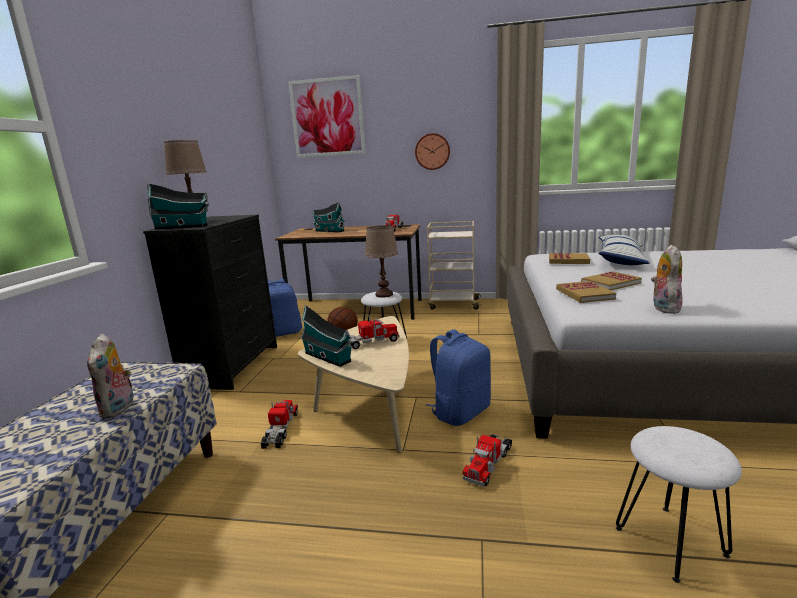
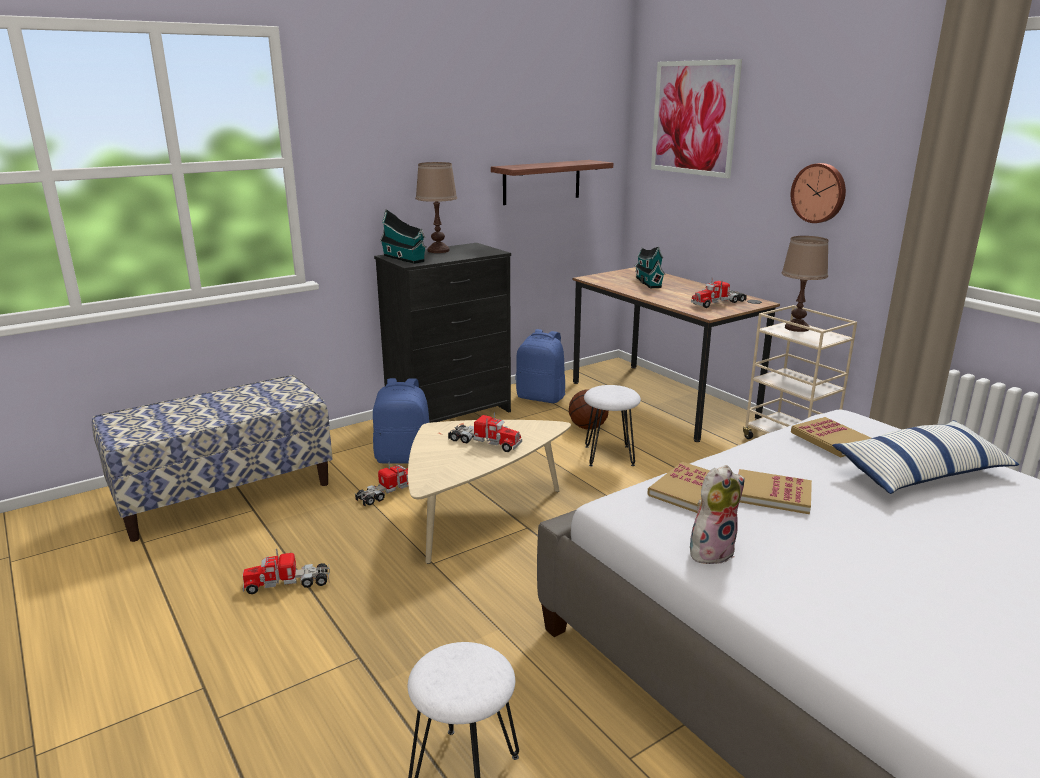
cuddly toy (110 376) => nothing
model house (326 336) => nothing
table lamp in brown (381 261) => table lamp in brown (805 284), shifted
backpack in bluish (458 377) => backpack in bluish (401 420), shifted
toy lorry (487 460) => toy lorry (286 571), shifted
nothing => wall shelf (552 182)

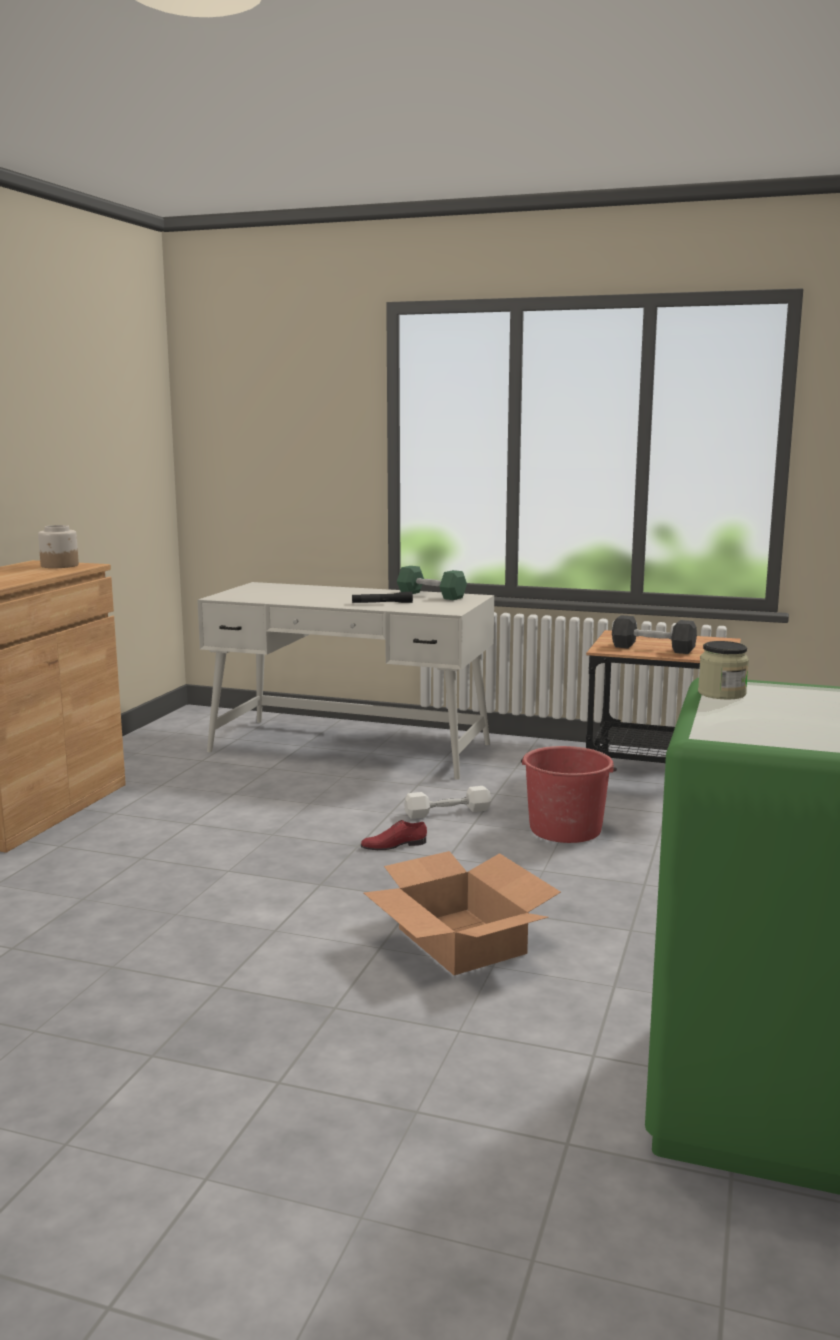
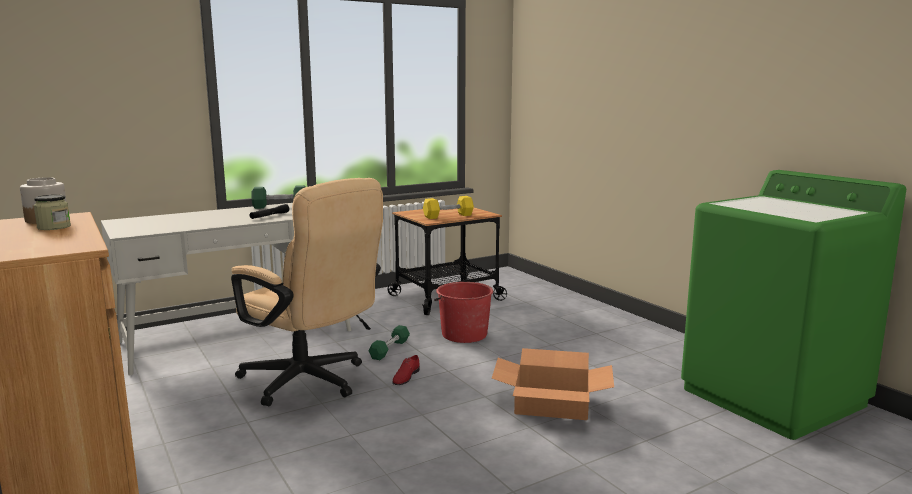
free weight in whitish (447 802) => free weight in green-coloured (389 342)
free weight in black (654 634) => free weight in yellow (448 207)
jar (723 670) => jar (52 212), shifted
nothing => desk chair in beige-coloured (307 292)

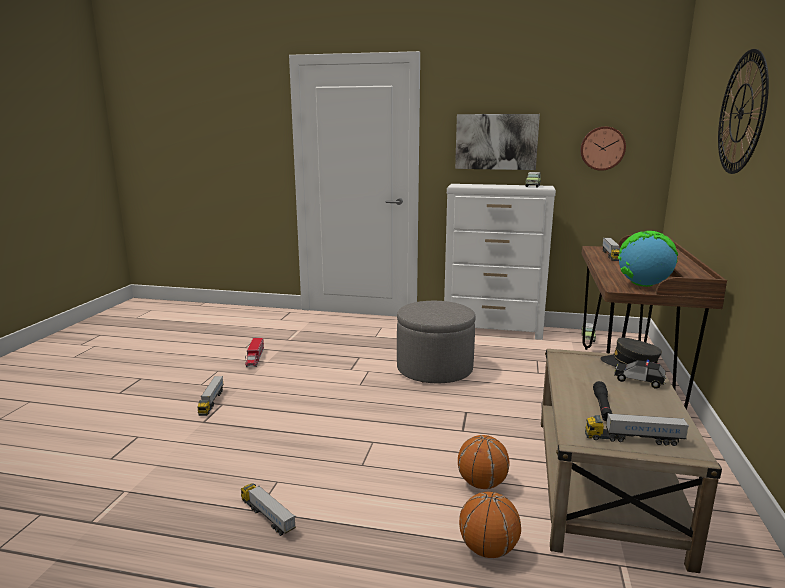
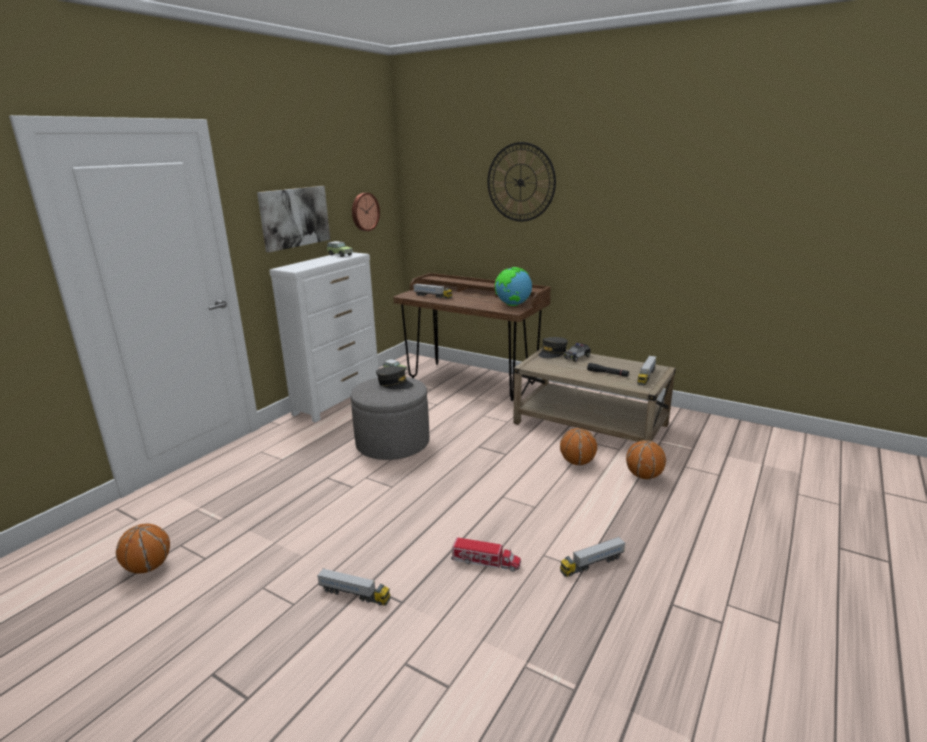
toy lorry (254 352) => toy lorry (486 554), shifted
nothing => ball for basketball (143 548)
nothing => baseball cap in greyish (394 377)

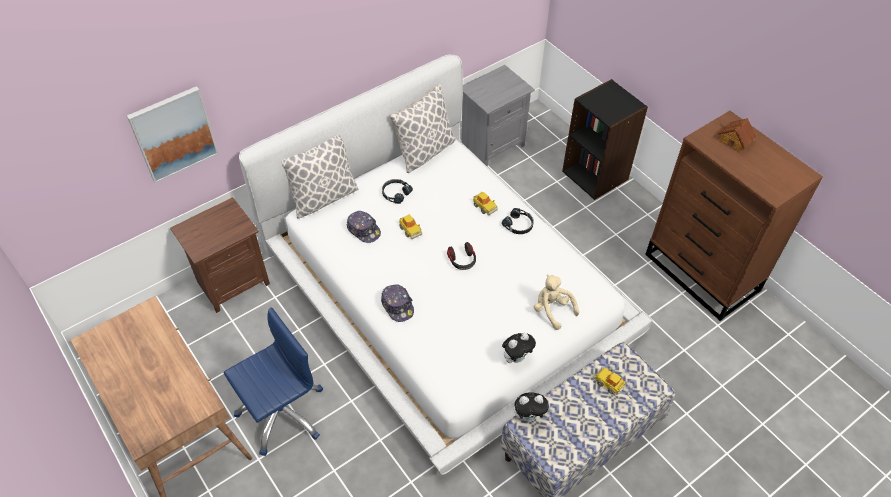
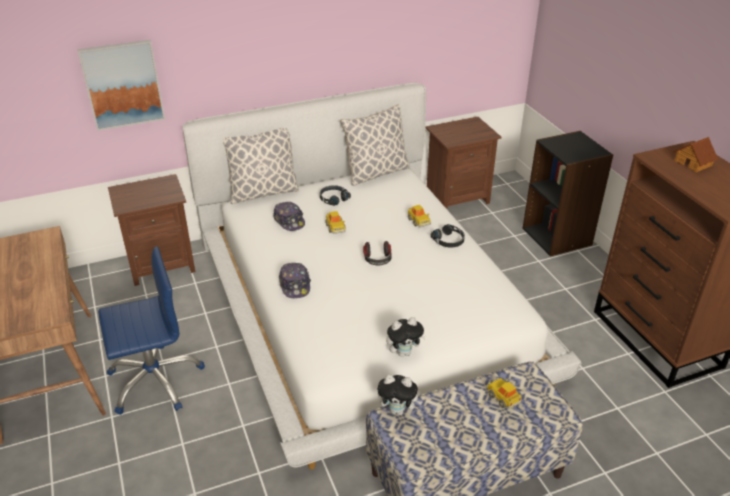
night table in greyish (498 115) => night table in brown (463 163)
cuddly toy in beige-coloured (556 302) => nothing

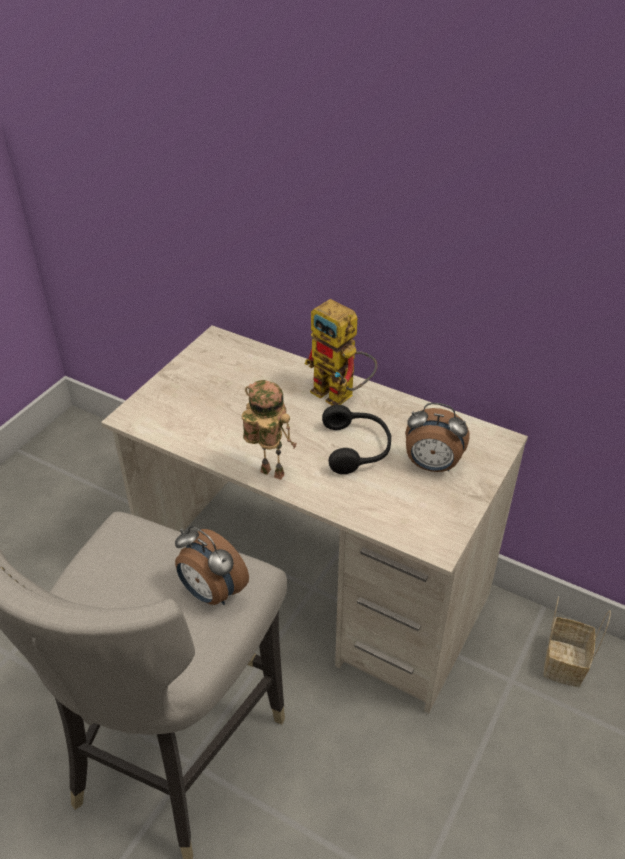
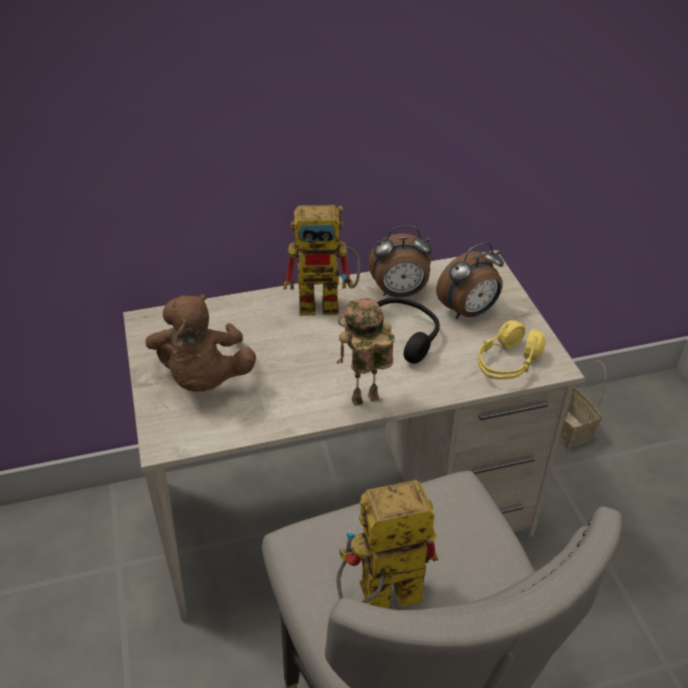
table clock (212 565) => table clock (400 261), shifted
nothing => cuddly toy in brown (201 343)
nothing => robot figure (387 544)
nothing => pair of headphones in yellow (511 350)

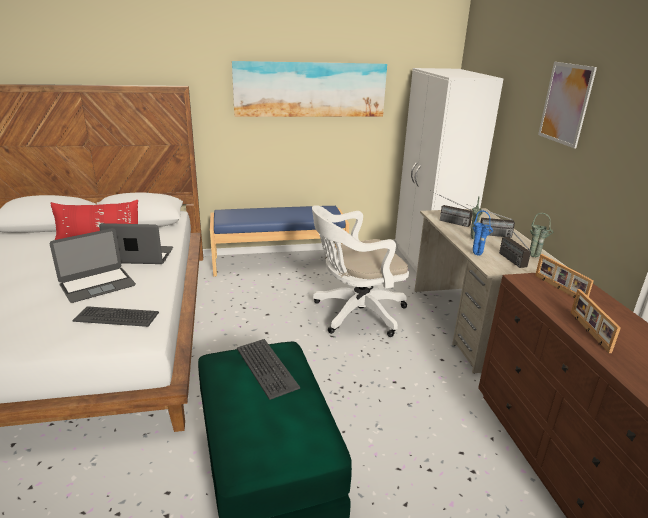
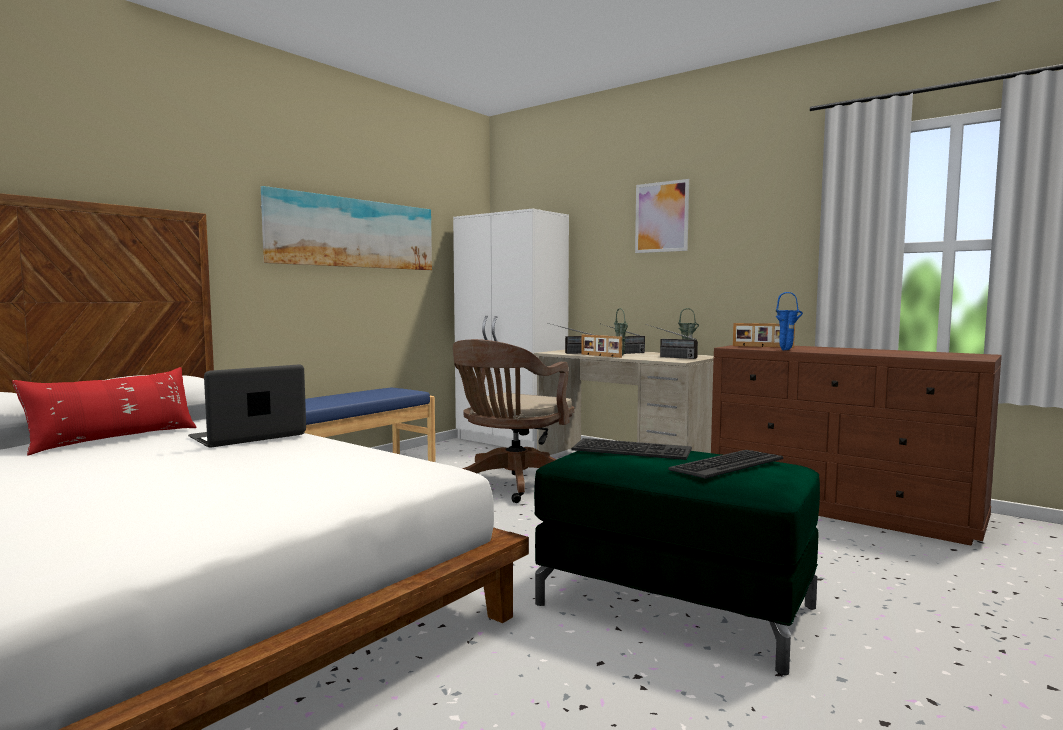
laptop (93 265) => nothing
PC keyboard (116 316) => PC keyboard (725 464), shifted
desk chair in whitish (360 271) => desk chair in brown (514 421)
flower vase in bluish (483 233) => flower vase in bluish (789 321), shifted
standing frame (596 321) => standing frame (601 346), shifted

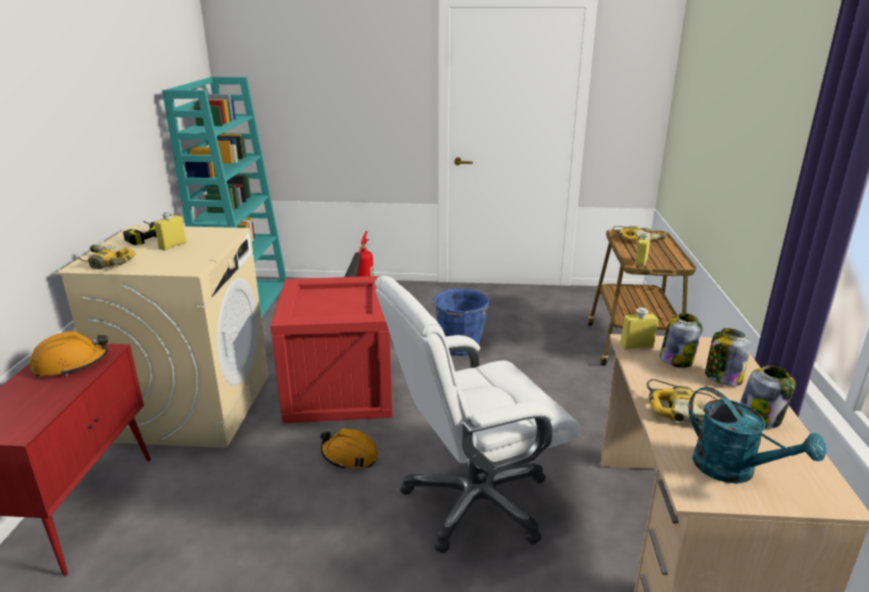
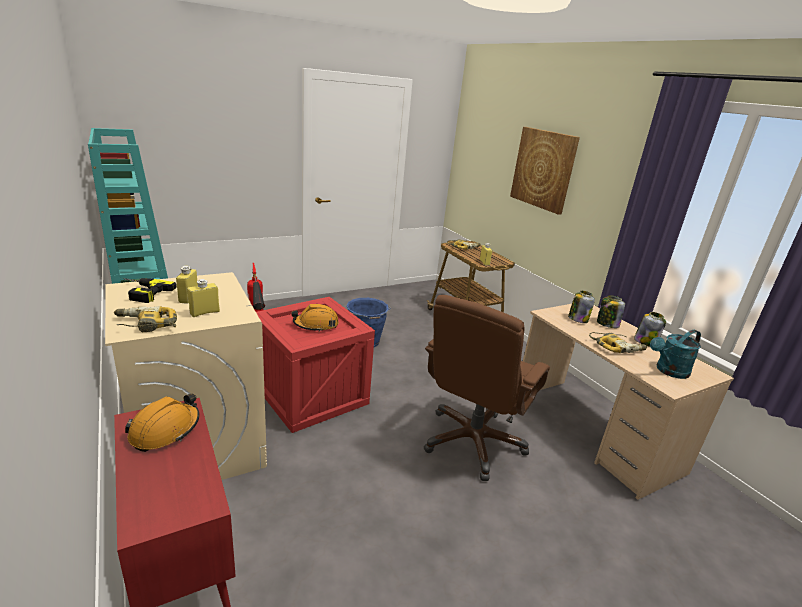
hard hat in orange-coloured (349 448) => hard hat in orange-coloured (315 318), shifted
desk chair in whitish (478 415) => desk chair in brown (487 388)
drink bottle in yellow (639 329) => drink bottle in yellow (203 298), shifted
sprinkling can in turquoise-coloured (757 435) => sprinkling can in turquoise-coloured (675 354), 135 degrees clockwise
nothing => wall art (545 171)

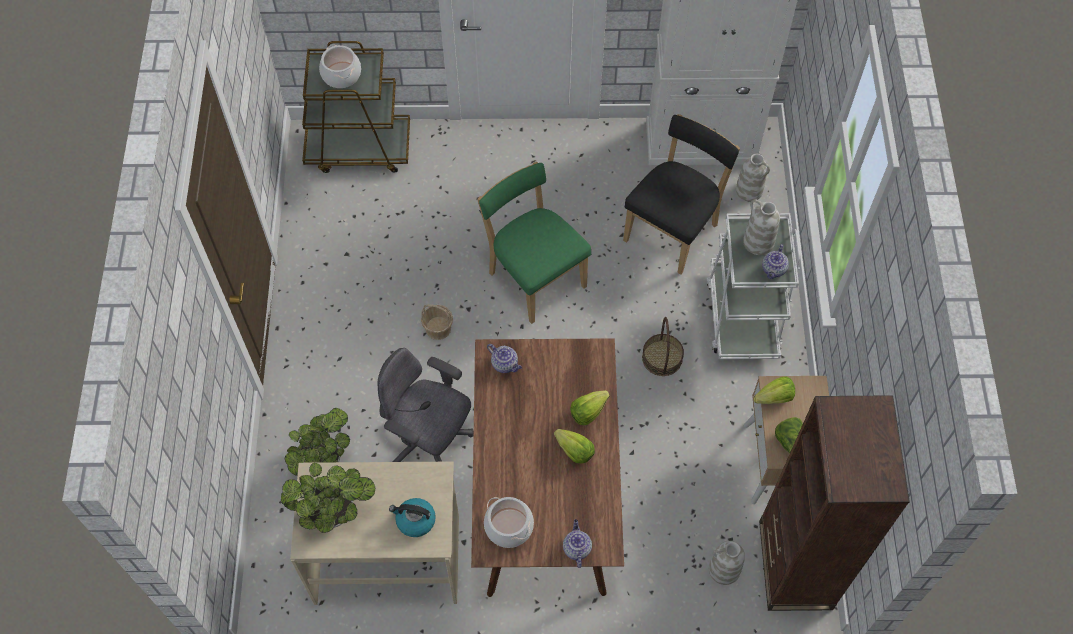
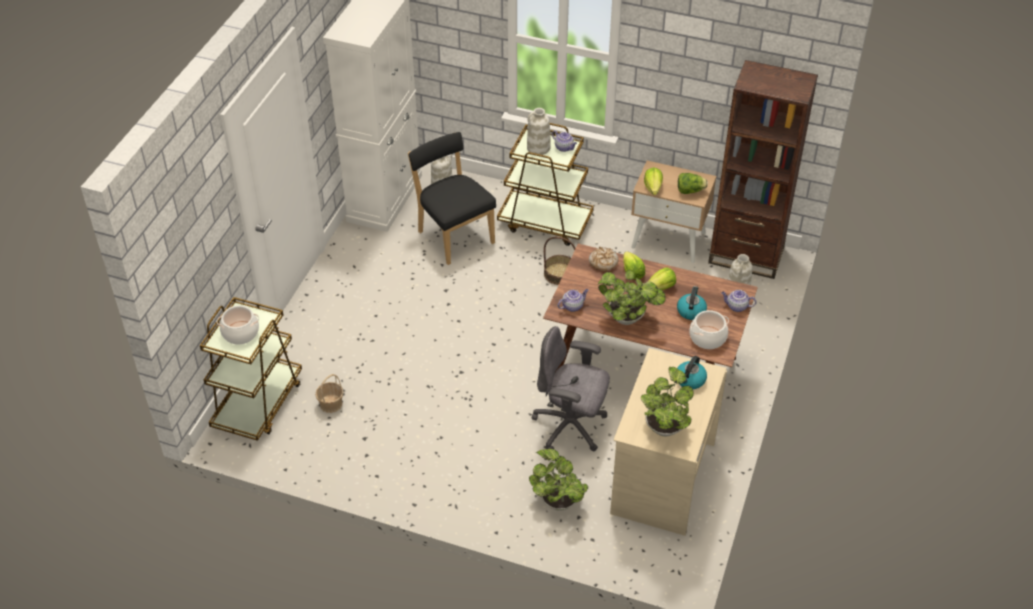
desk chair in greyish (426 405) => desk chair in greyish (570 388), 60 degrees clockwise
storage basket (437 322) => storage basket (329 393), shifted
upright chair in green-coloured (534 243) => nothing
trolley in whitish (753 286) => trolley in brown (545 184)
nothing => bread (604 259)
nothing => plant in a pot (632 297)
nothing => kettle (692 303)

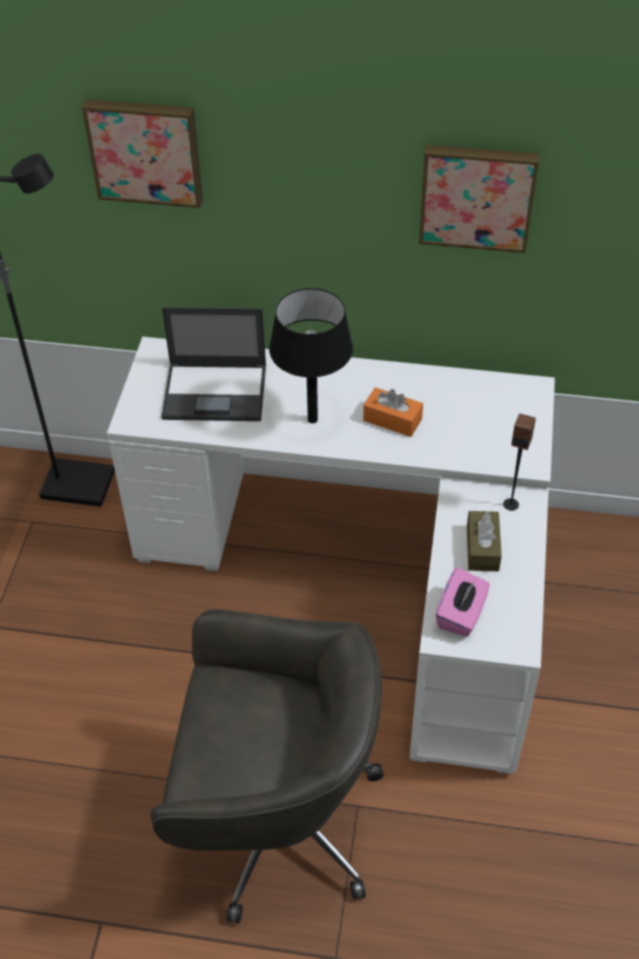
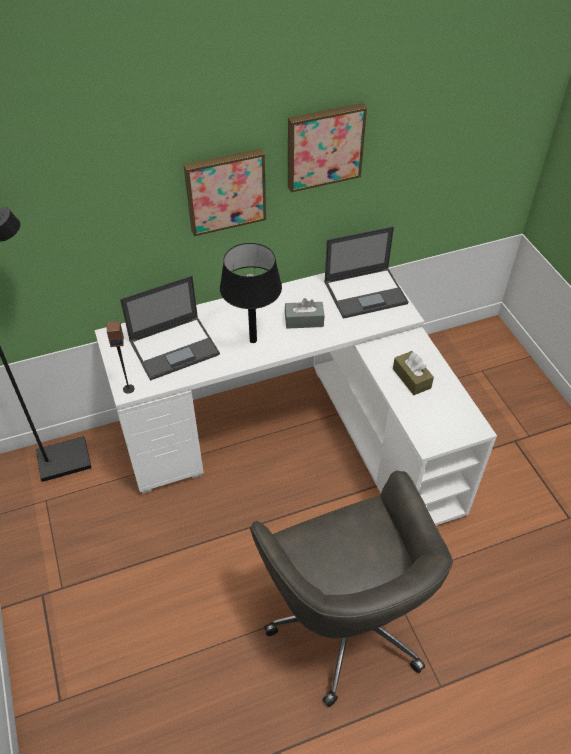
wall art (142 153) => wall art (224 192), shifted
desk chair in greyish (267 766) => desk chair in greyish (351 588), 90 degrees clockwise
tissue box in orange-coloured (393 412) => tissue box in greyish (305 313)
tissue box in pink-coloured (463 602) => nothing
audio speaker (519 462) => audio speaker (121 357), shifted
nothing => laptop (366 272)

